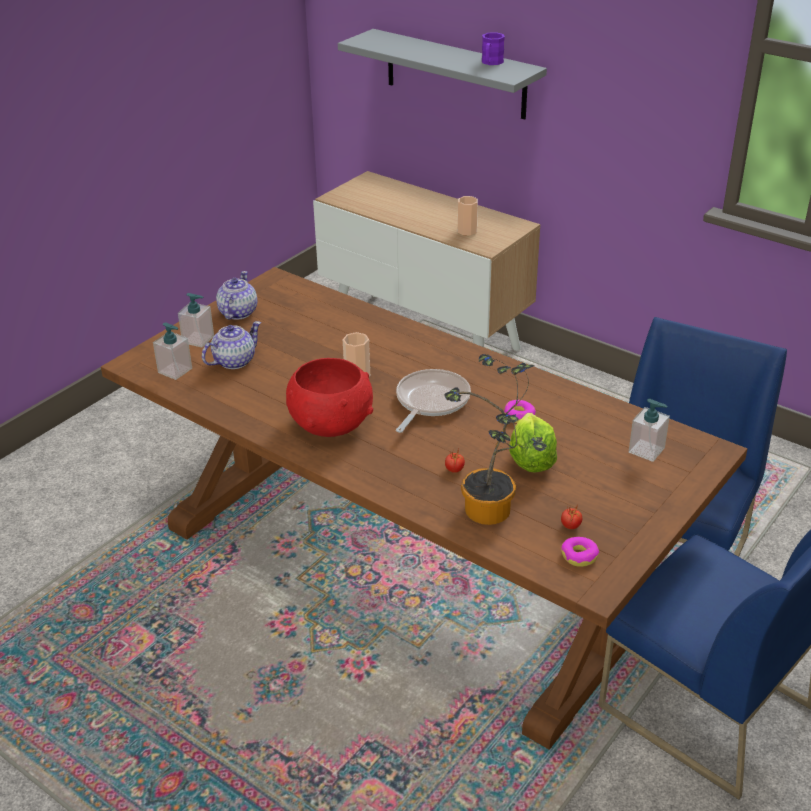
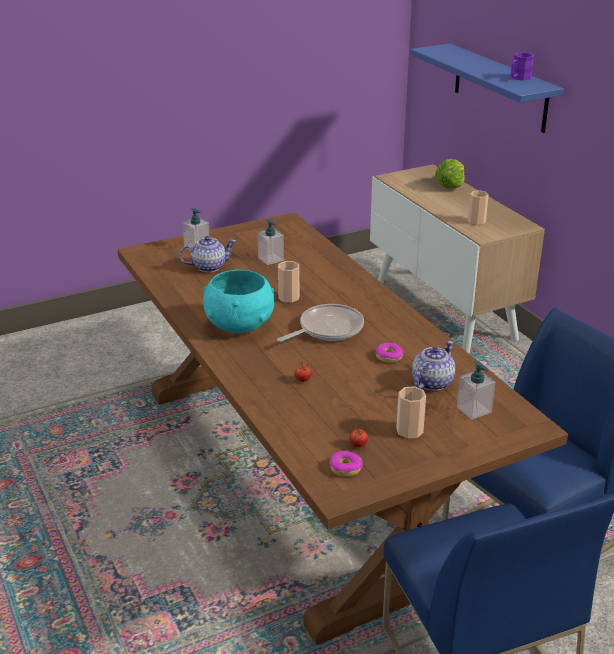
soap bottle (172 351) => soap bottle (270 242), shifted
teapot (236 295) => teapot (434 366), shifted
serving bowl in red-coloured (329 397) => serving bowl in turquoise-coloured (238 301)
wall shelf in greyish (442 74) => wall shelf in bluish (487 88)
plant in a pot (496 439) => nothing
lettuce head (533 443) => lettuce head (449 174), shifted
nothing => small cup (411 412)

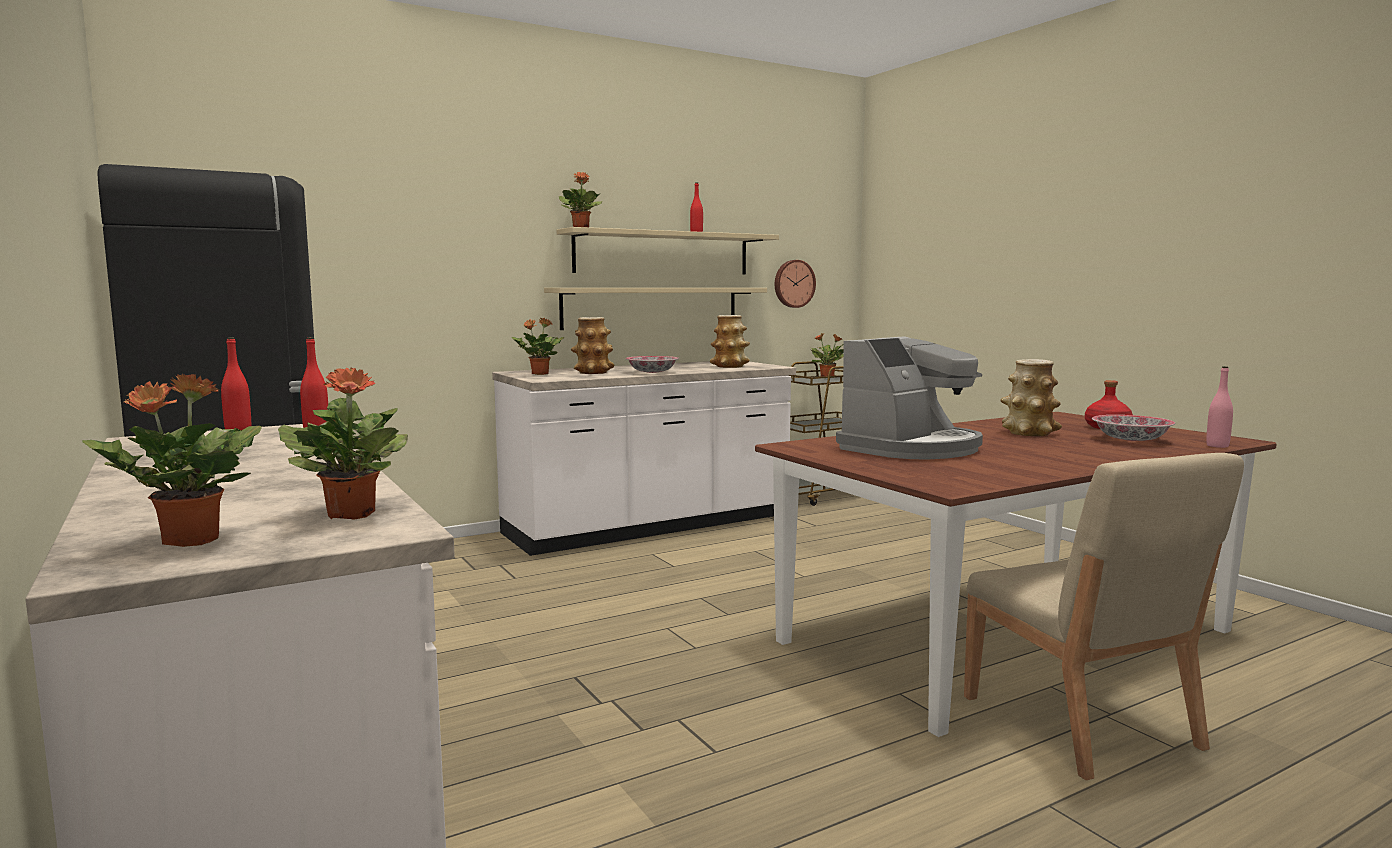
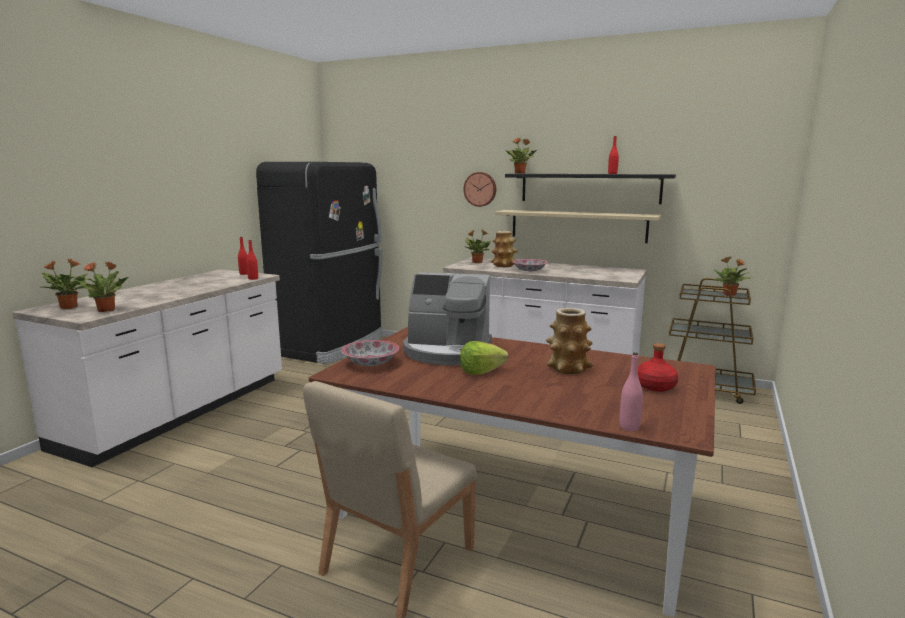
wall shelf in beige-coloured (668 251) => wall shelf in black (590 189)
flower vase (730 341) => nothing
hanging clock (795 284) => hanging clock (479 189), shifted
serving bowl (1133 428) => serving bowl (370 353), shifted
nothing => lettuce head (484 357)

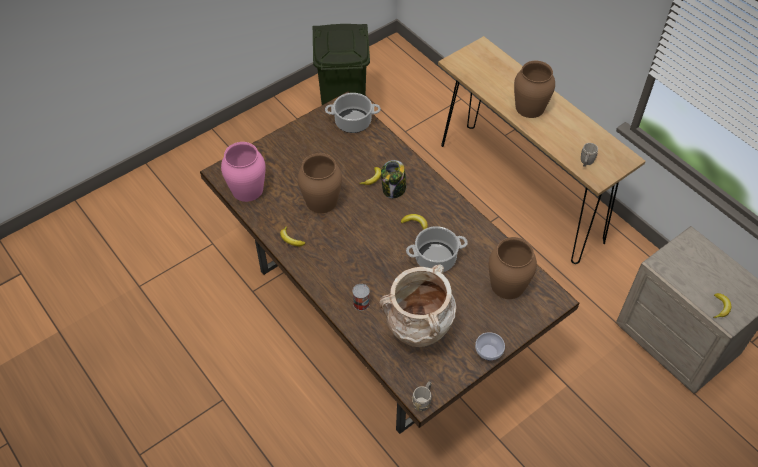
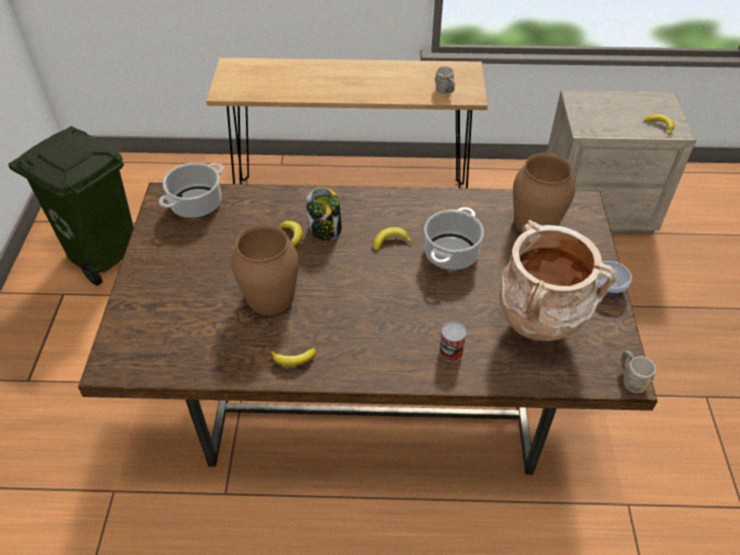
flower vase in pink-coloured (243 172) => nothing
flower vase in brown (534 89) => nothing

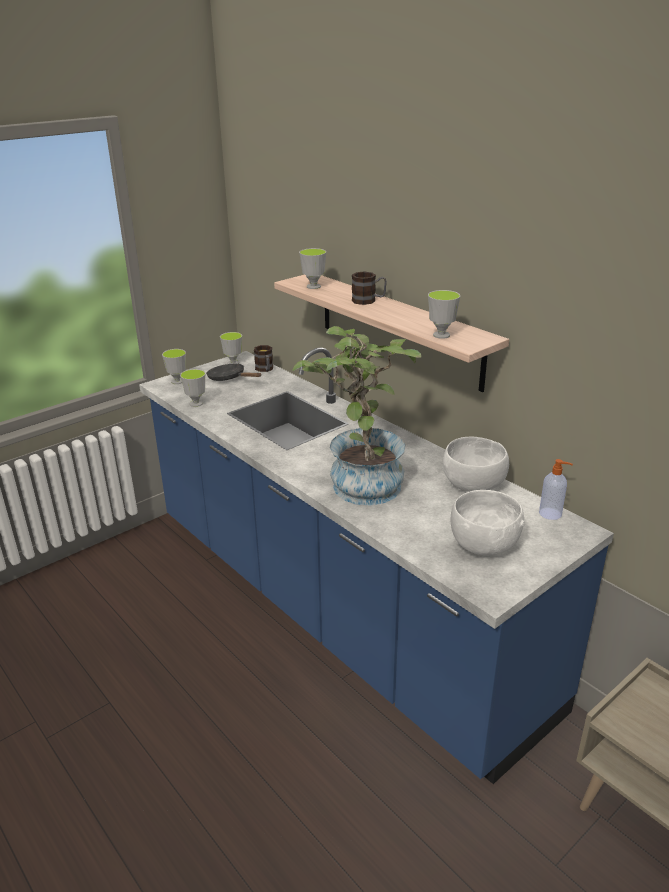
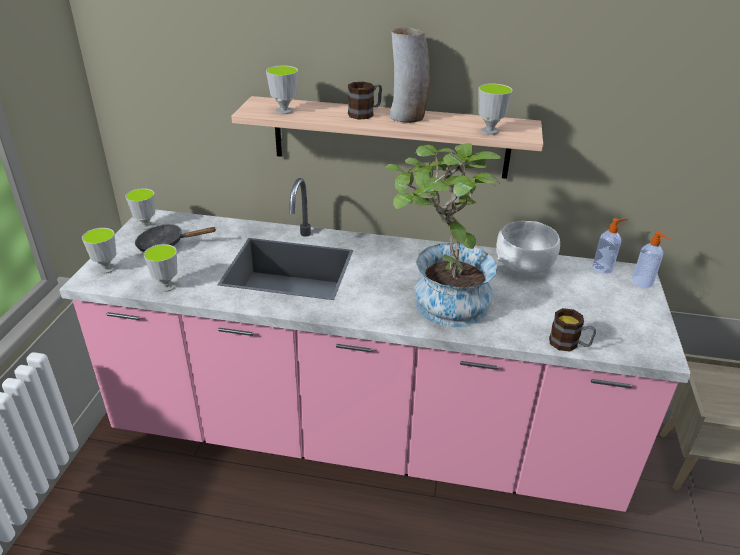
counter in bluish (376 565) => counter in pink-coloured (375 345)
mug (263 358) => mug (572 330), shifted
serving bowl in whitish (488 522) => nothing
nothing => flower vase (409 75)
nothing => soap bottle (650 259)

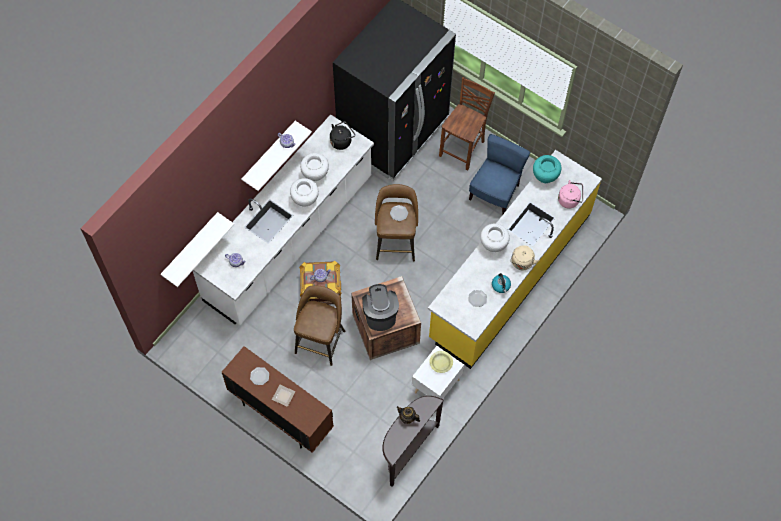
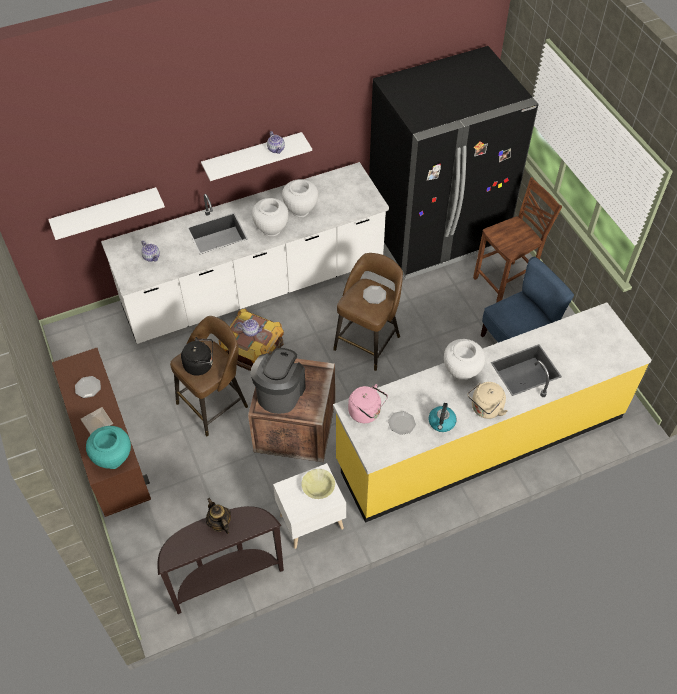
kettle in black (342 135) => kettle in black (197 356), shifted
flower vase in turquoise-coloured (547 169) => flower vase in turquoise-coloured (108 447), shifted
kettle in pink-coloured (570 194) => kettle in pink-coloured (368 403), shifted

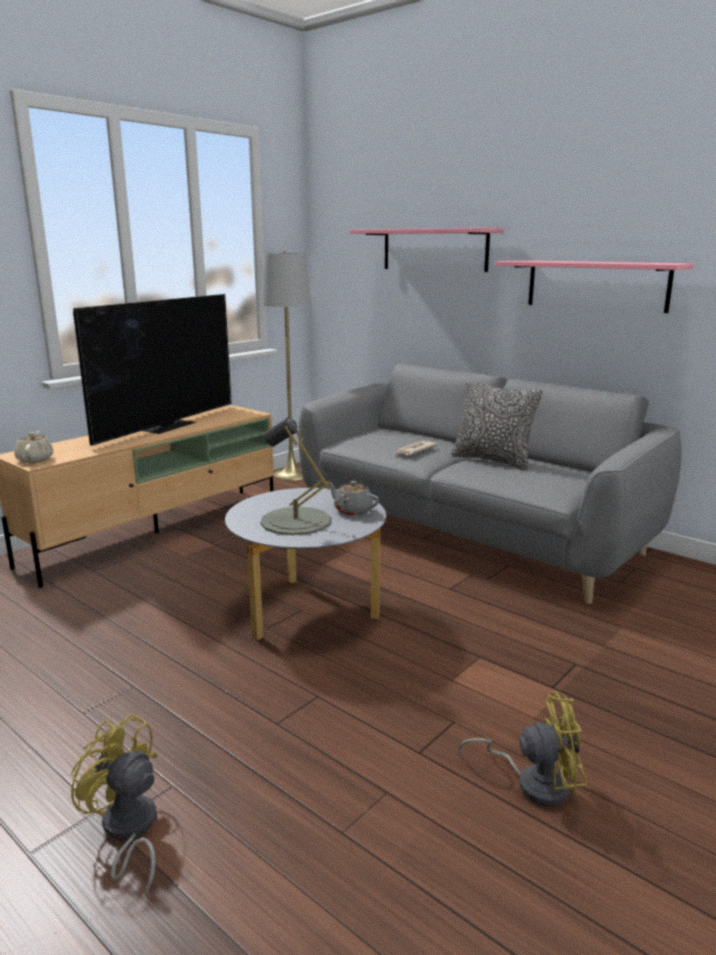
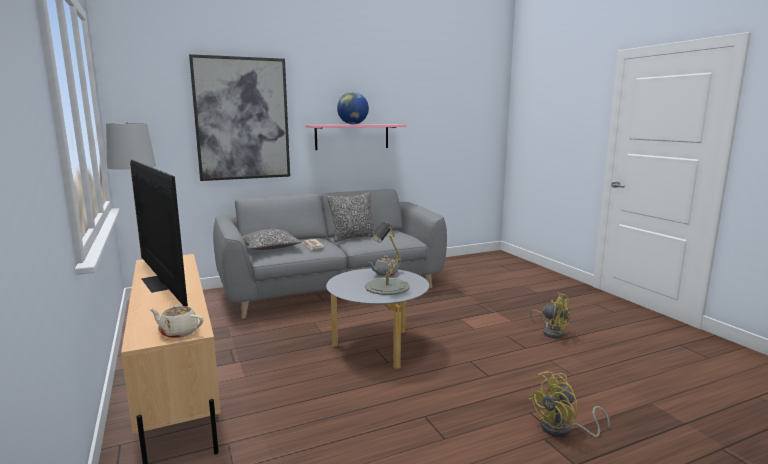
wall shelf in pink-coloured (427 250) => wall art (239 117)
fan in yellow (523 748) => fan in yellow (550 315), 105 degrees clockwise
nothing => pillow (272 239)
nothing => world globe (353 108)

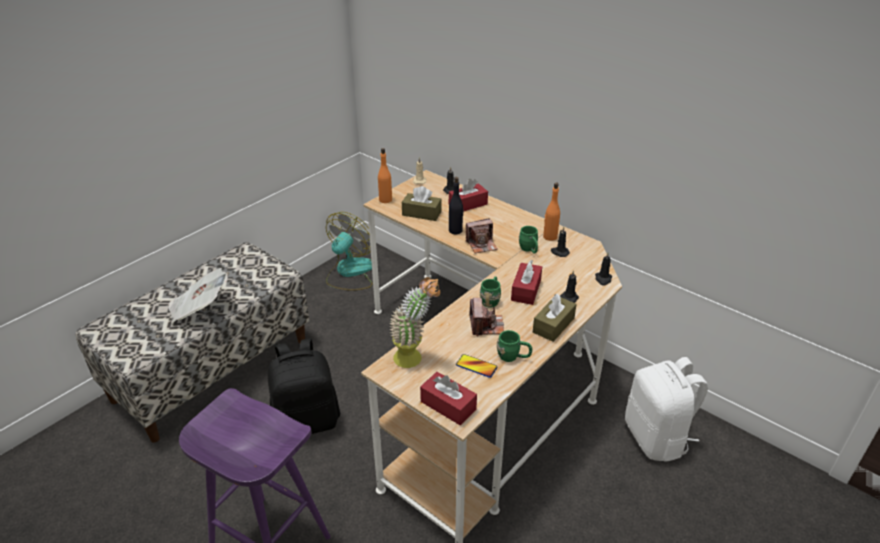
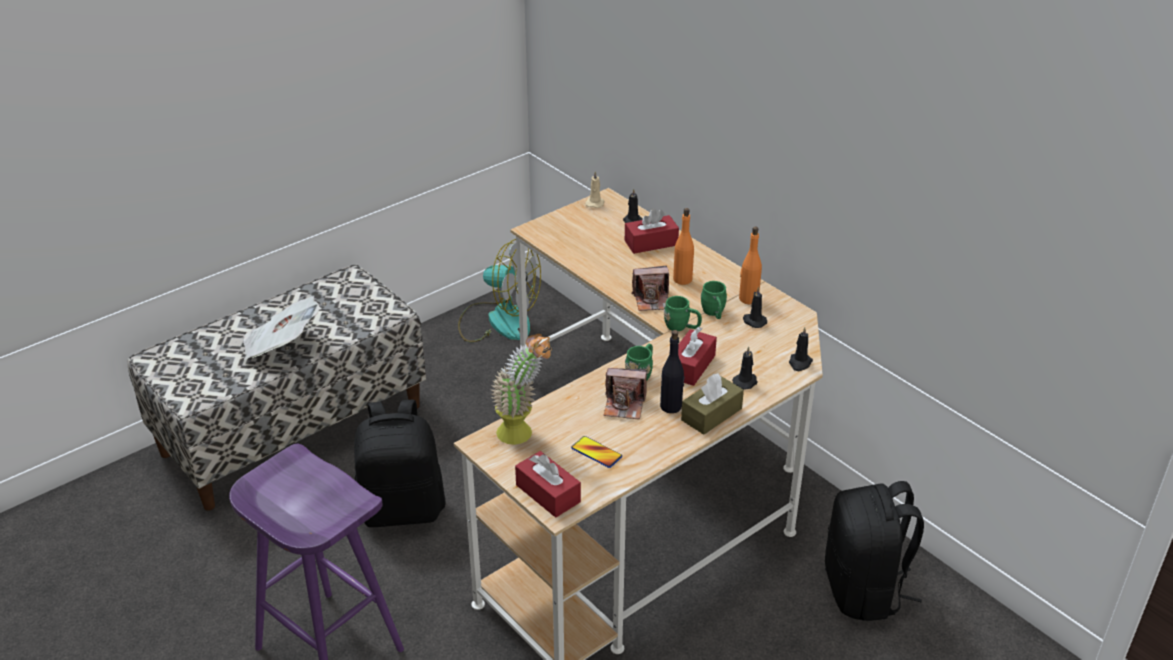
fan (349 251) => fan (499 290), 75 degrees clockwise
drink bottle in orange-coloured (385 175) => drink bottle in orange-coloured (683 246), shifted
tissue box in brown (421 203) => nothing
drink bottle in black (456 205) => drink bottle in black (672 371), shifted
photo camera (487 317) => photo camera (625 394), 90 degrees clockwise
mug in green-coloured (514 346) => mug in green-coloured (683 313), shifted
backpack in whitish (666 409) => backpack in black (874 551)

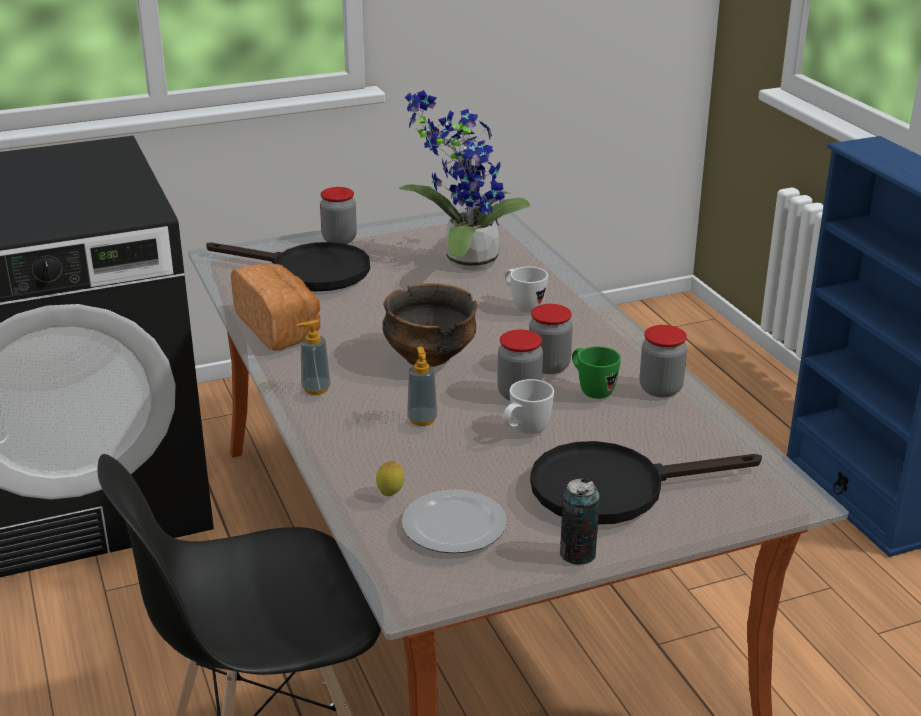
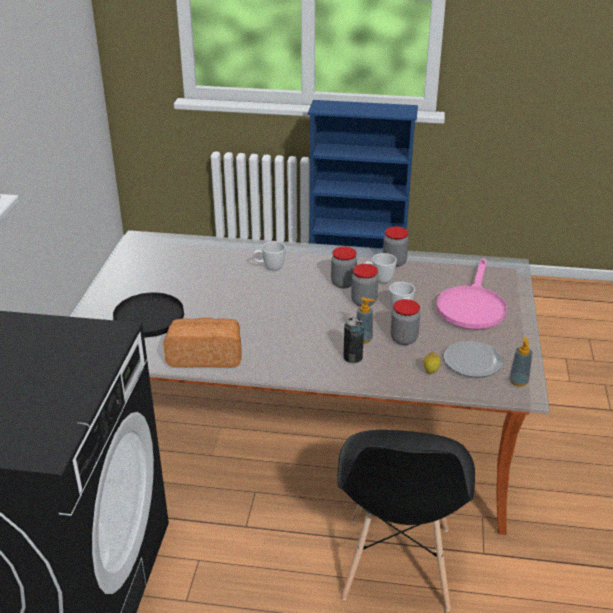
soap bottle (314 357) => soap bottle (521 362), shifted
jar (338 215) => jar (405 322), shifted
serving bowl (429 325) => nothing
plant in a pot (464 180) => nothing
pan in black (646 482) => pan in pink-coloured (472 294)
can (580 521) => can (354 340), shifted
mug in green-coloured (596 372) => mug in whitish (380 268)

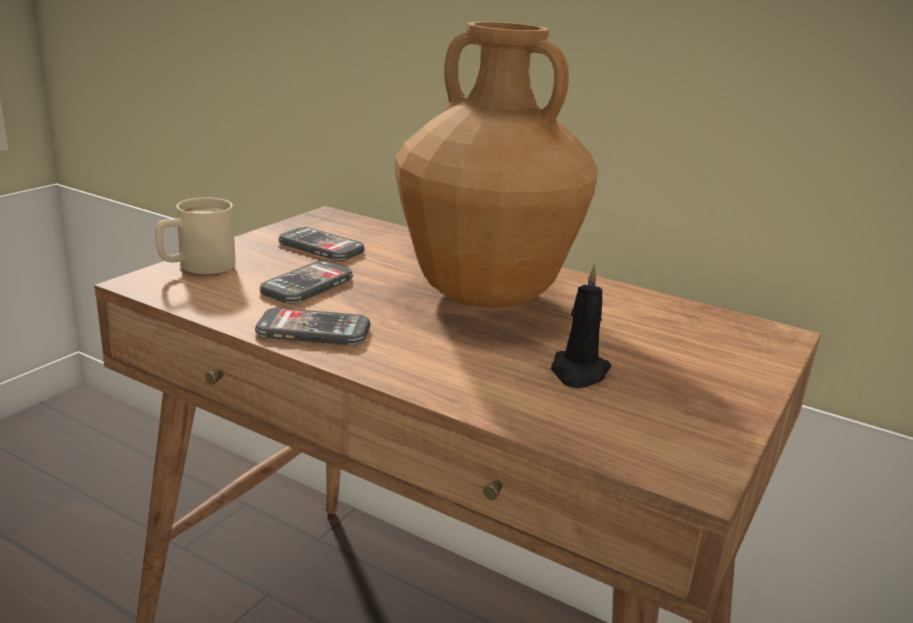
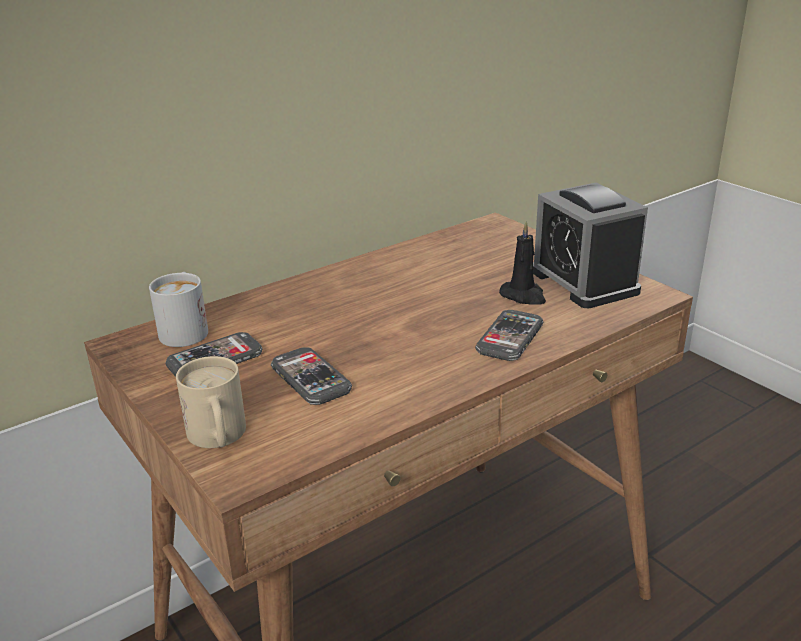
telephone (313 326) => telephone (509 335), shifted
flower vase in brown (496 165) => nothing
nothing => mug in whitish (178 309)
nothing => table clock (590 245)

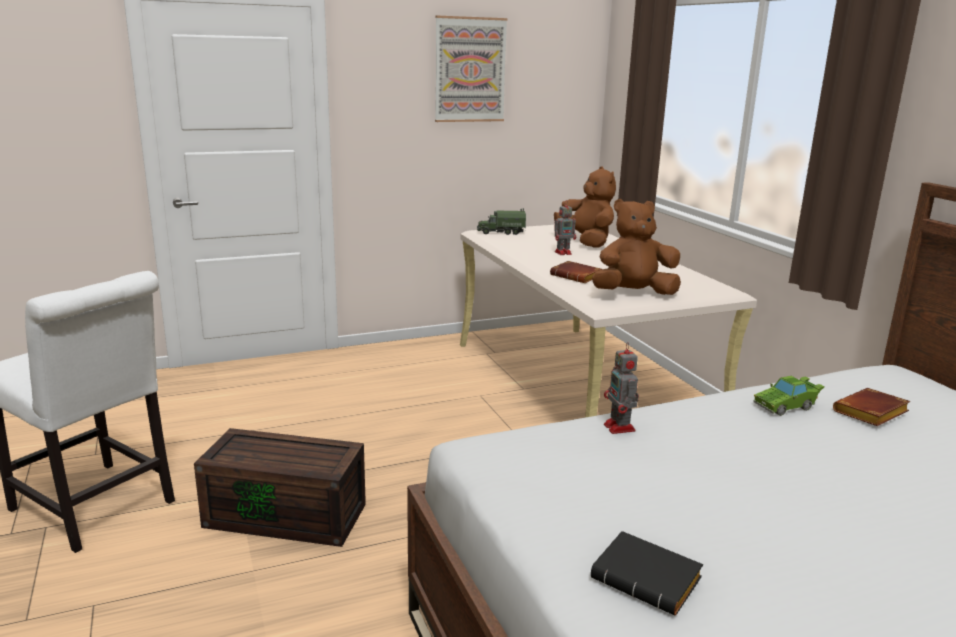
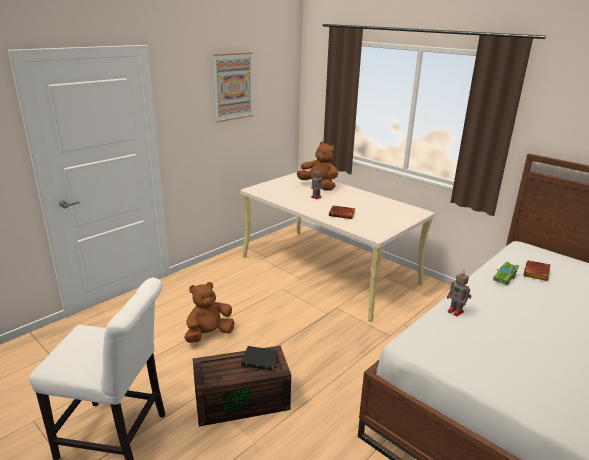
toy lorry (501 221) => nothing
bound book in black (647 573) => bound book in black (259 358), shifted
cuddly toy in brown (636 247) => cuddly toy in brown (209 312), shifted

